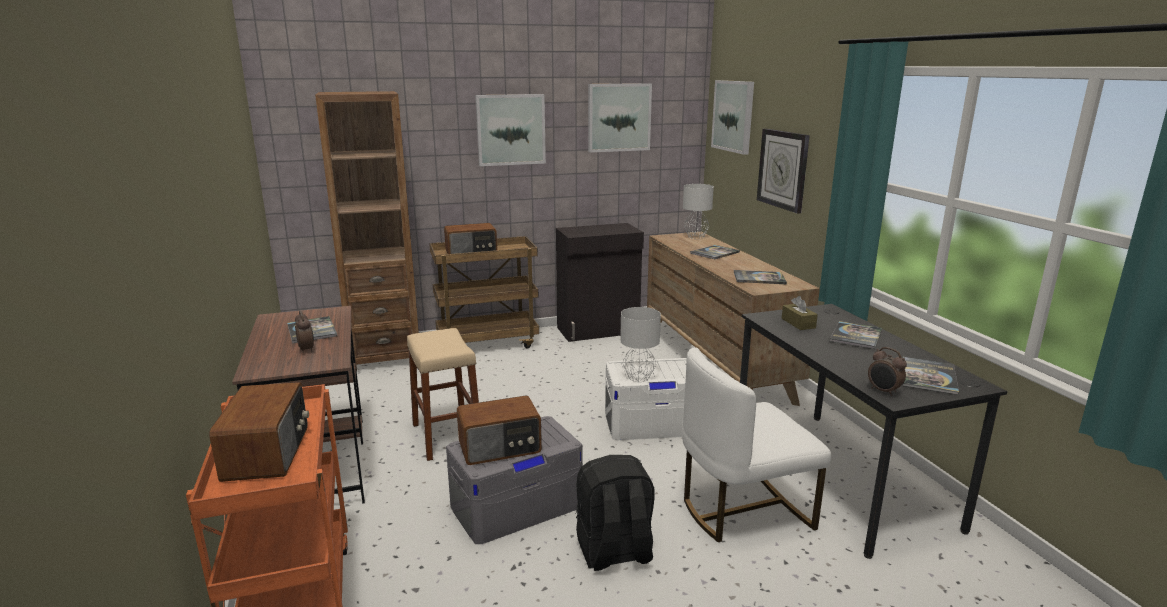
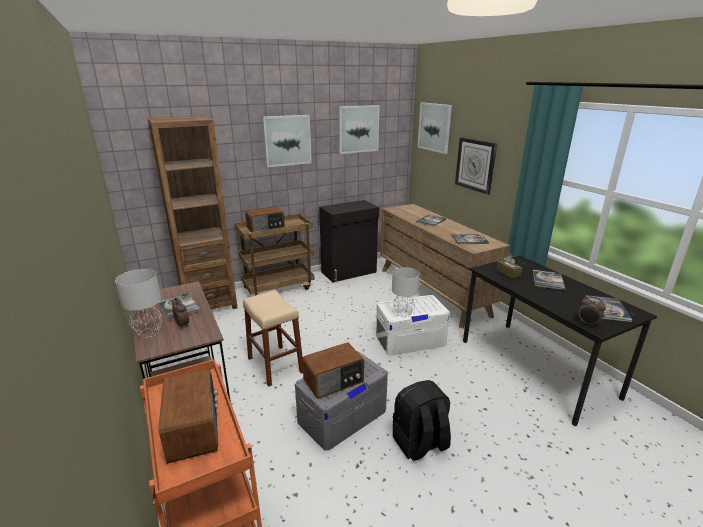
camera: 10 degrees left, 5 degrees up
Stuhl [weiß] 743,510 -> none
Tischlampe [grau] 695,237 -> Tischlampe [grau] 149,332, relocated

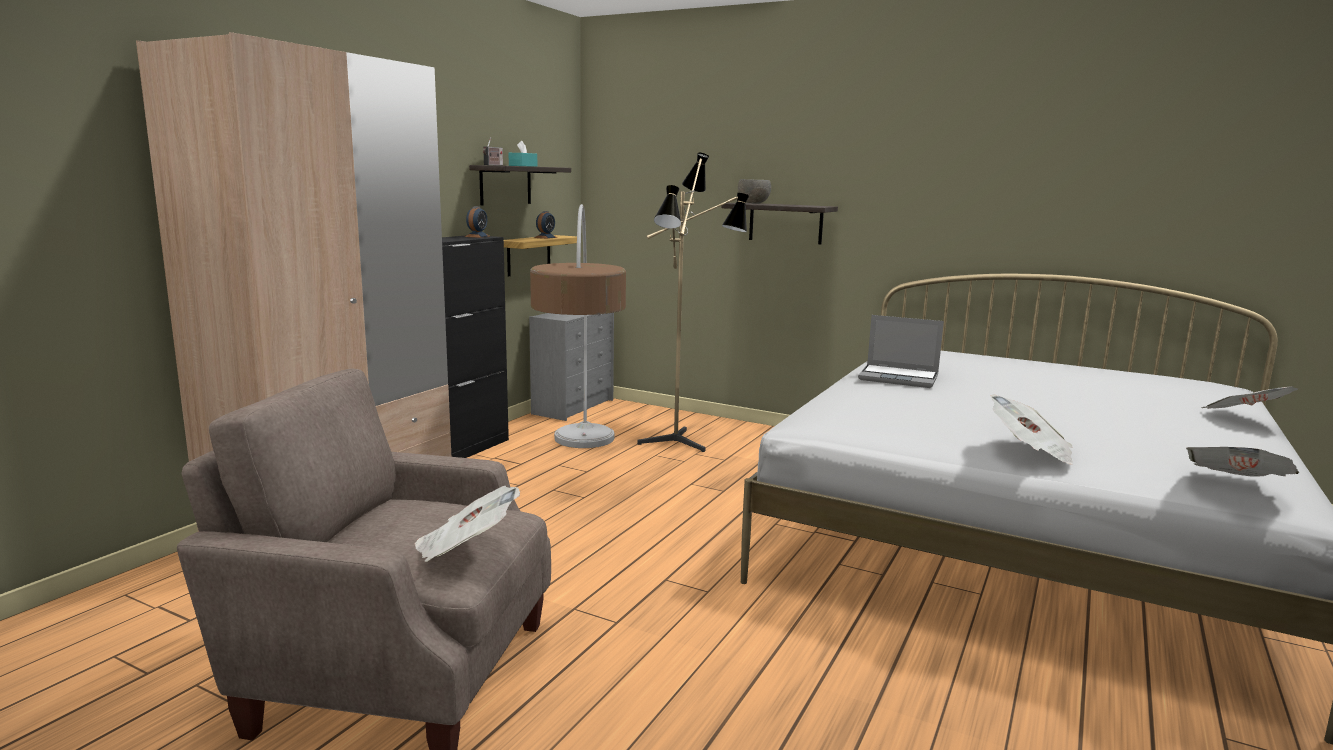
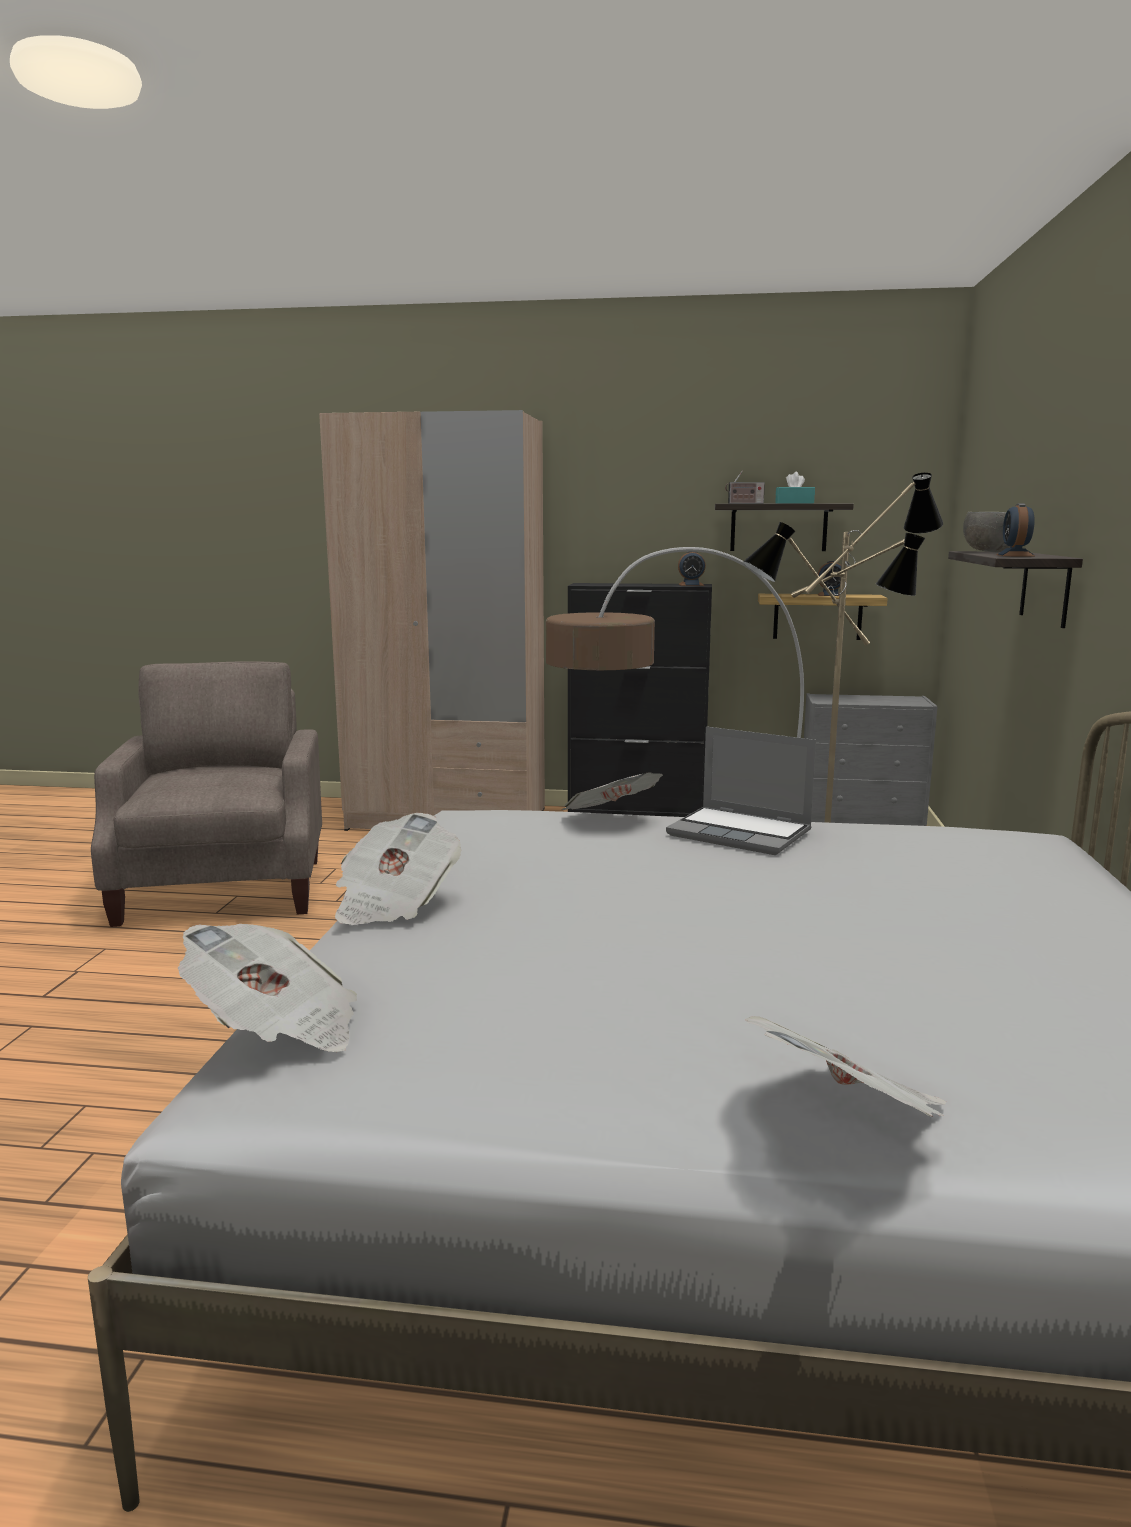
camera: 70 degrees right, 0 degrees up
none -> Wecker 1015,555
Zeitung 466,548 -> Zeitung 610,819, relocated
Laptop 899,378 -> Laptop 741,833, 60 degrees counterclockwise

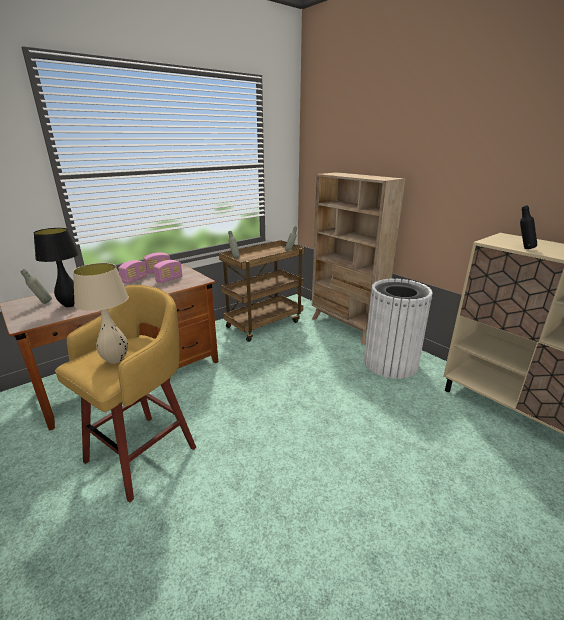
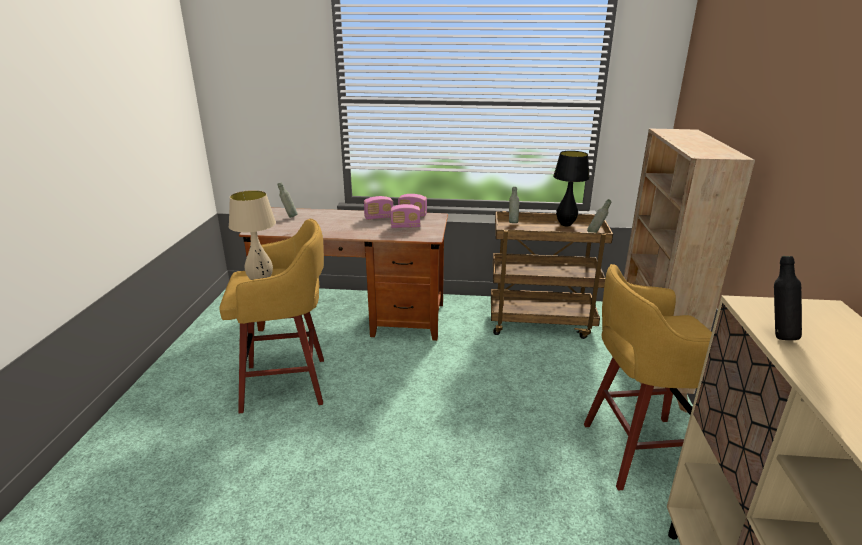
camera: 45 degrees right, 0 degrees up
Tischlampe [schwarz] 70,305 -> Tischlampe [schwarz] 565,224, relocated
Mülleimer [weiß] 390,363 -> Hocker [gelb] 638,451

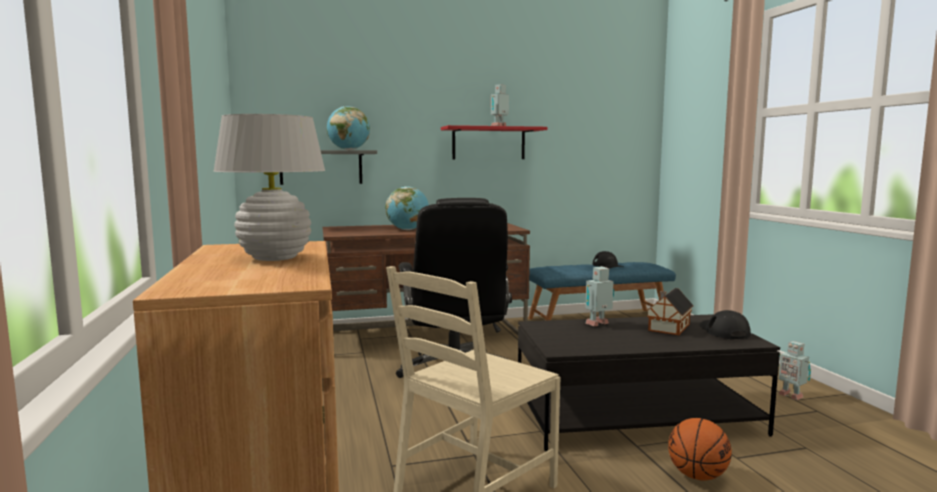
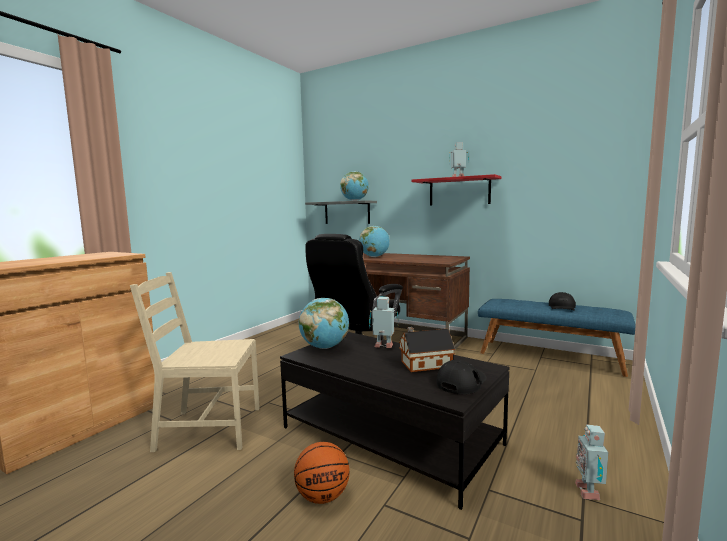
camera: 45 degrees right, 0 degrees up
Tischlampe [weiß] 275,258 -> none
none -> Globus 324,347

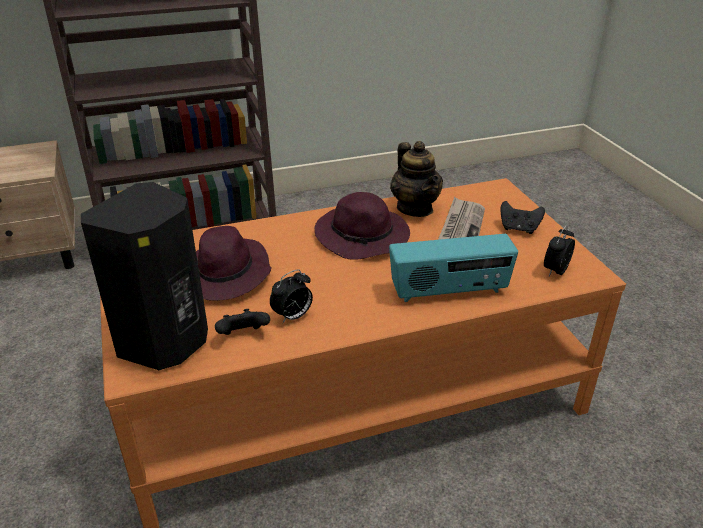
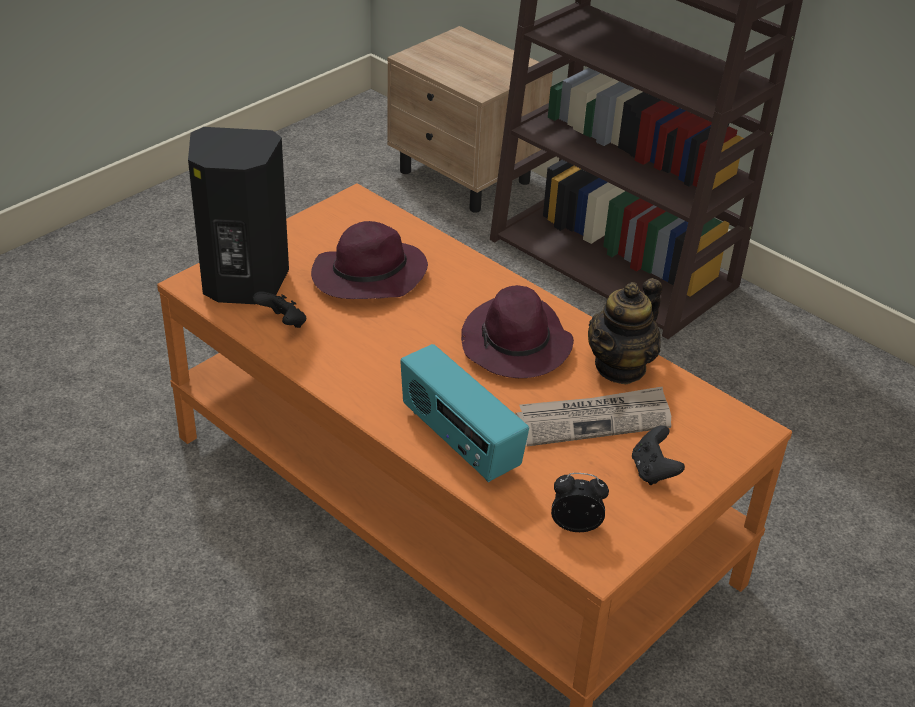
camera: 60 degrees right, 5 degrees up
Wecker 293,316 -> none

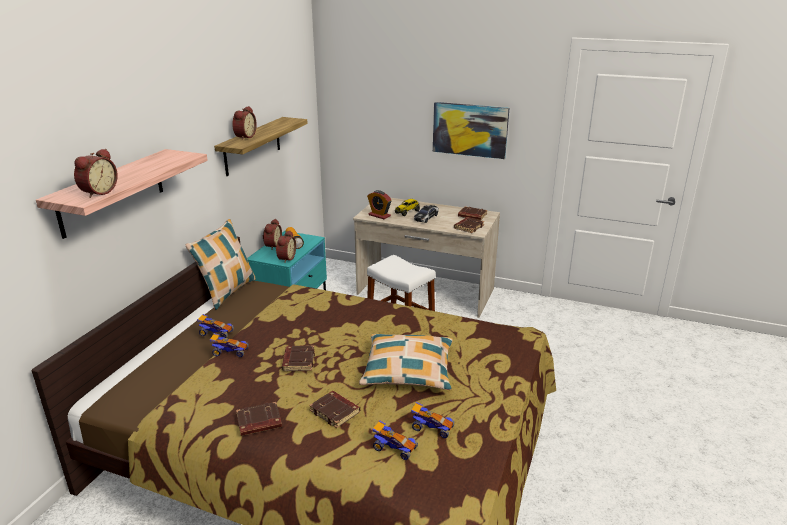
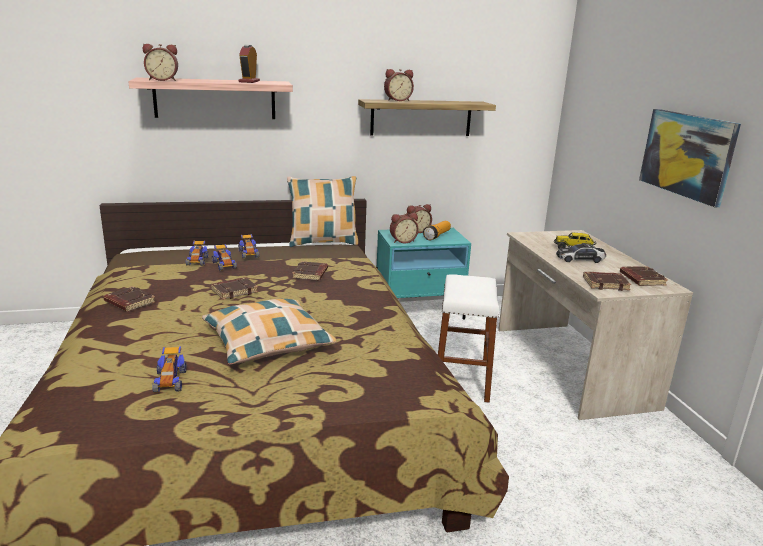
camera: 55 degrees right, 5 degrees down
Buch [braun] 335,412 -> Buch [braun] 310,274, relocated
Wecker 379,215 -> Wecker 249,81, relocated
Spielzeugauto 394,448 -> Spielzeugauto 197,261, relocated

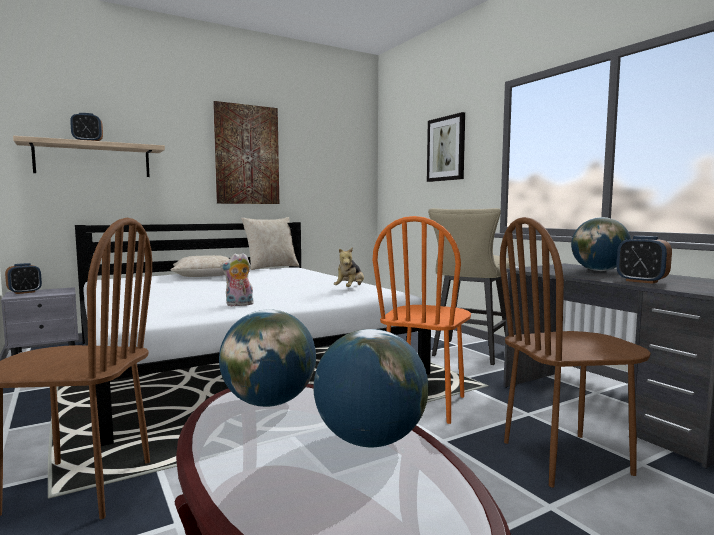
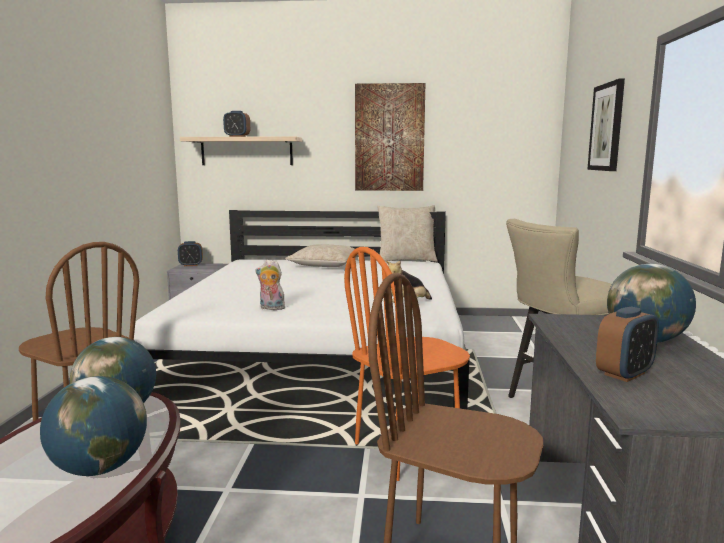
camera: 35 degrees right, 5 degrees up
Wecker 641,281 -> Wecker 624,374, 120 degrees counterclockwise

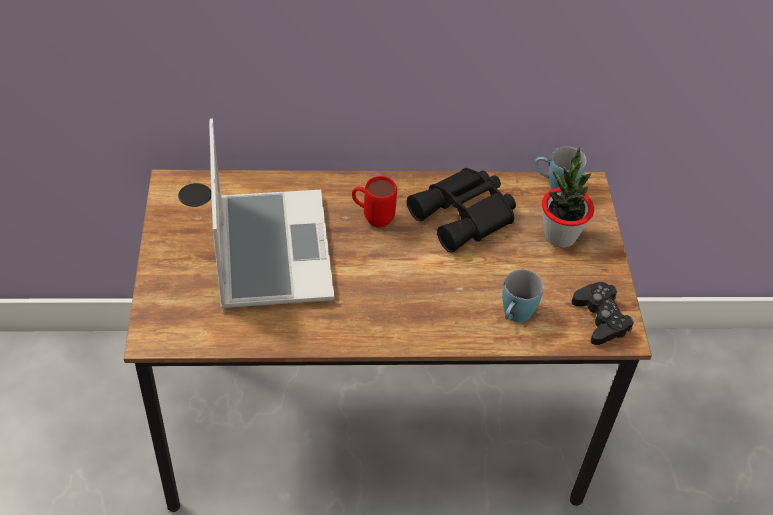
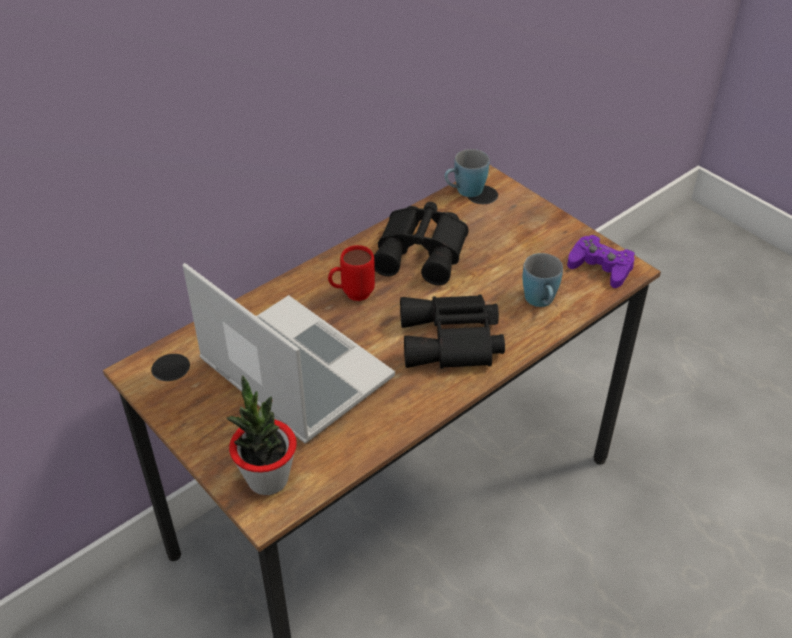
camera: 35 degrees left, 5 degrees down
none -> Fernglas [schwarz] 452,342
Topfpflanze 560,235 -> Topfpflanze 267,479, relocated
Gamepad [schwarz] 600,318 -> Gamepad [lila] 600,267

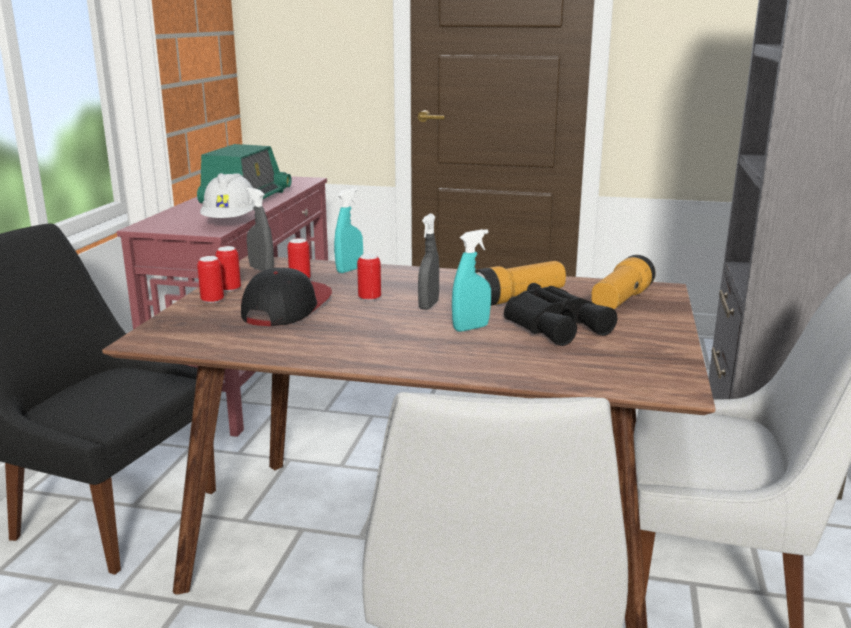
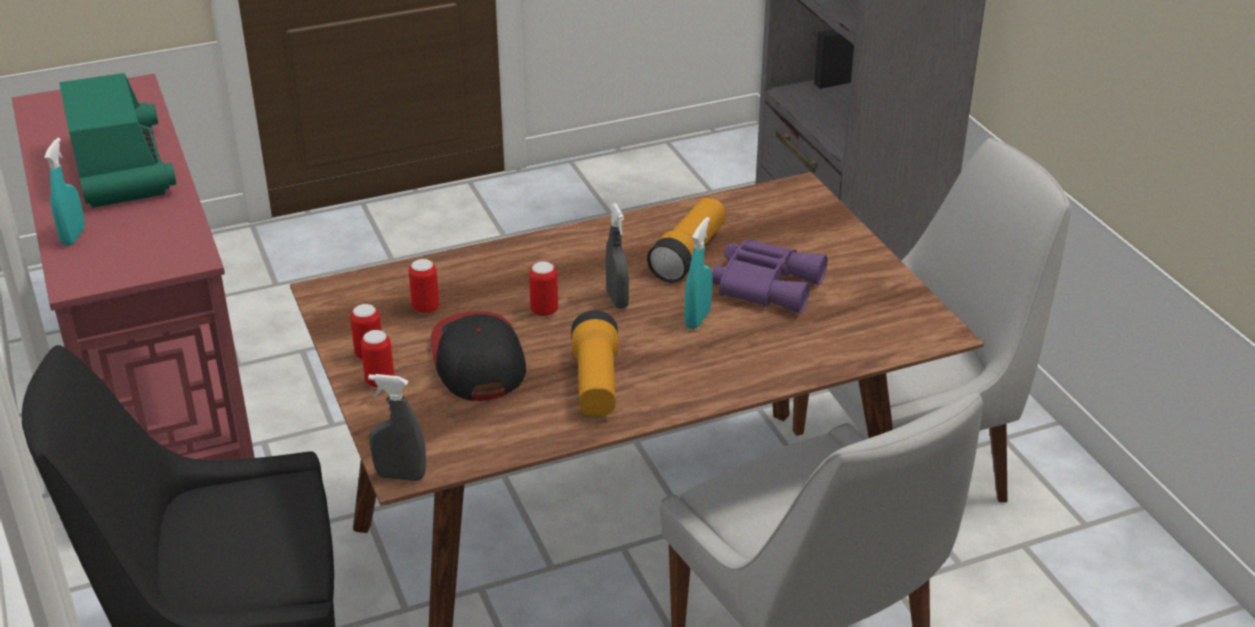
camera: 35 degrees left, 15 degrees up
Schutzhelm [weiß] 231,222 -> none
Sprühflasche [grau] 261,269 -> Sprühflasche [grau] 400,476, relocated
Sprühflasche [türkis] 349,270 -> Sprühflasche [türkis] 73,236, relocated
Taschenlampe 620,301 -> Taschenlampe 596,383, relocated
Fernglas [schwarz] 556,325 -> Fernglas [lila] 766,284

